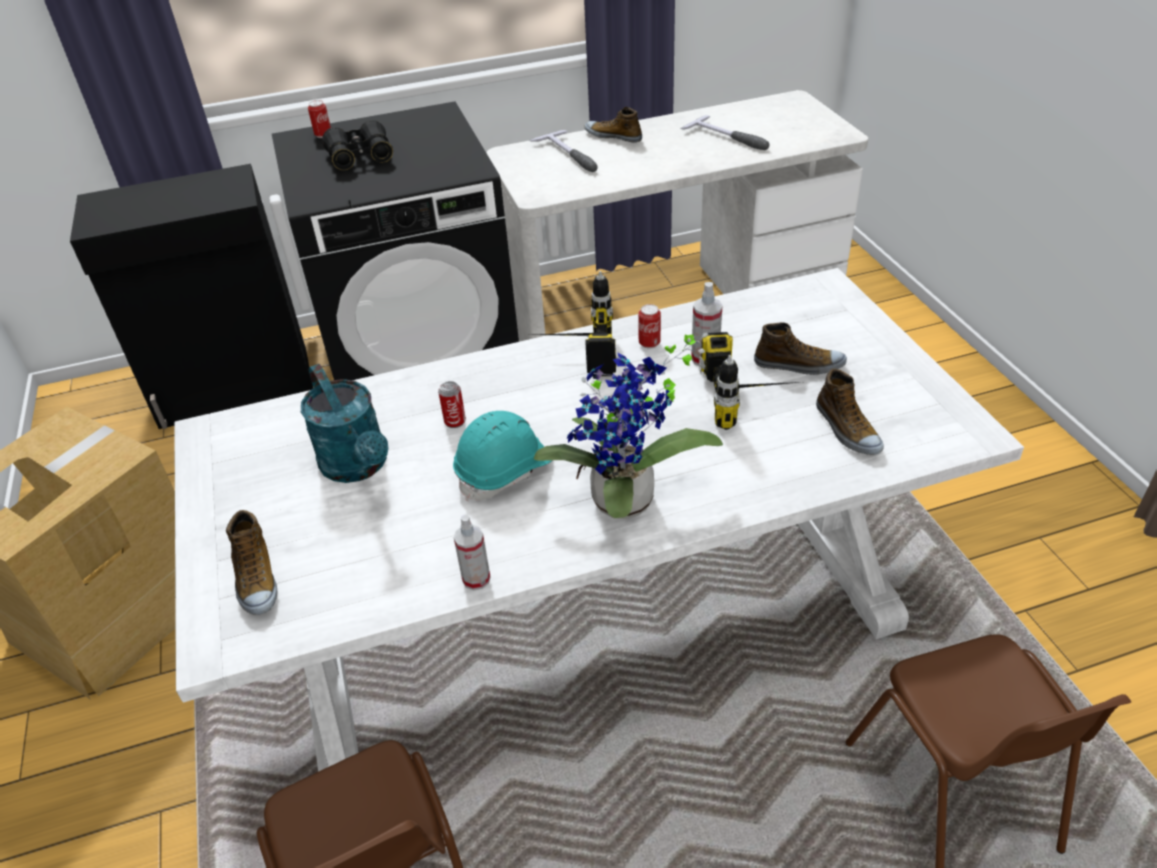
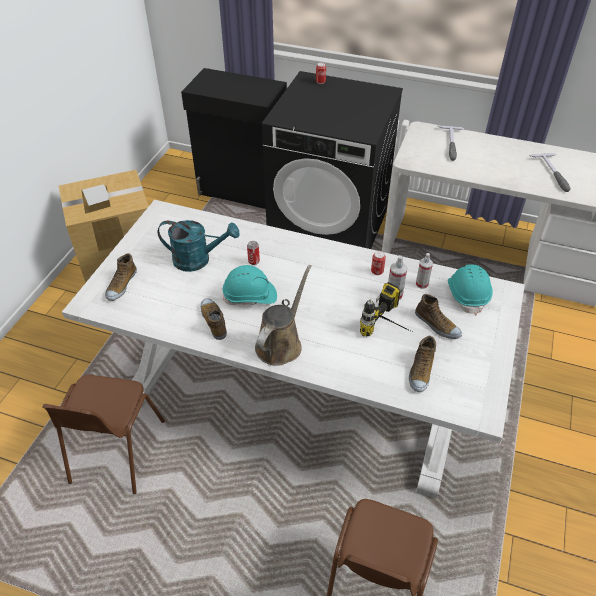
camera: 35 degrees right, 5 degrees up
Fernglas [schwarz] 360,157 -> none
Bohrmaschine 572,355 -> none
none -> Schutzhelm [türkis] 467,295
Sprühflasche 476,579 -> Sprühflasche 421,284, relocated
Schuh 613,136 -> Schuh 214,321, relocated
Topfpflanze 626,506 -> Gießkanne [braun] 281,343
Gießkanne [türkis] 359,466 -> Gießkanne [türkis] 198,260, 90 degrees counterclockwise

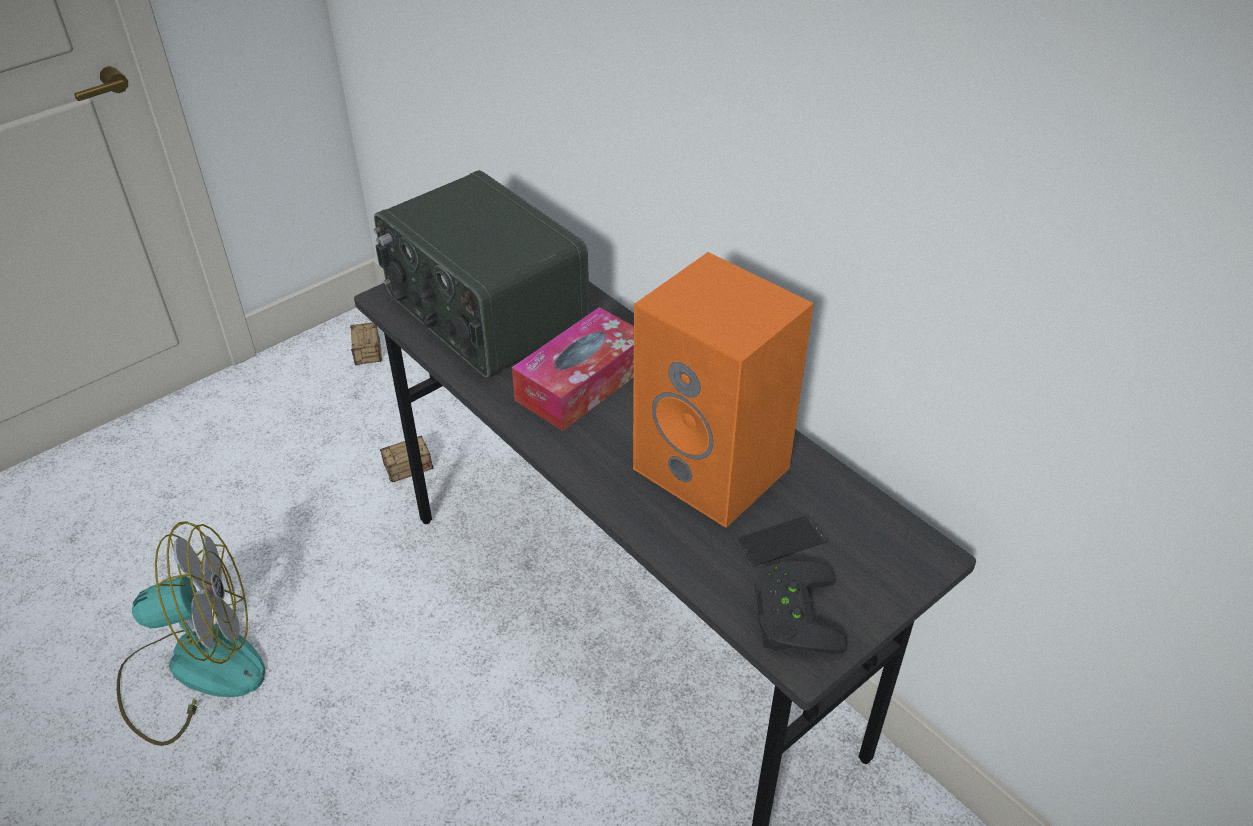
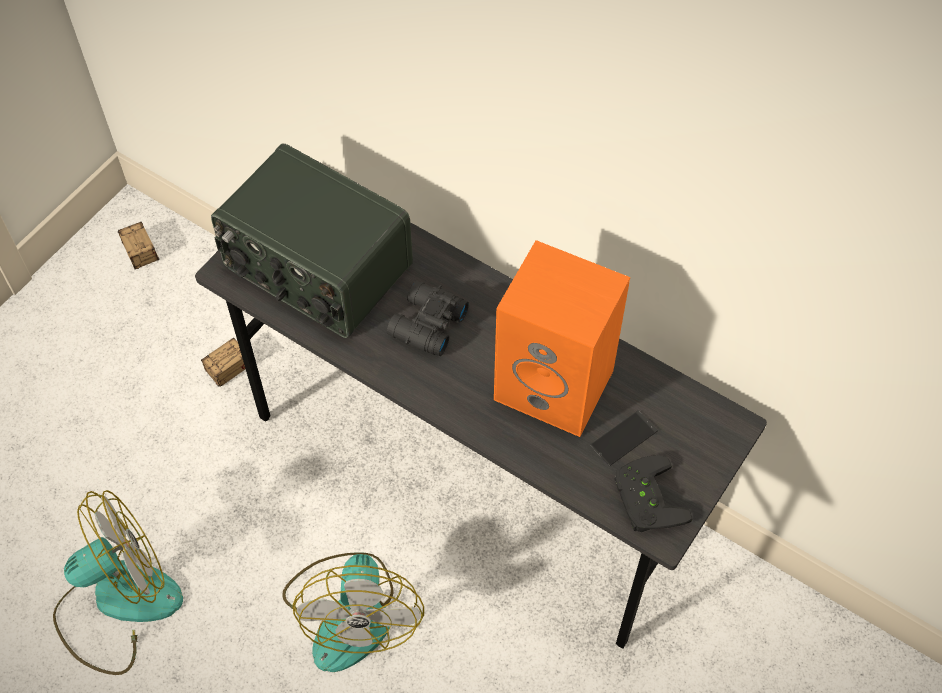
camera: 15 degrees left, 15 degrees up
none -> Ventilator 352,612
Taschentuchbox 582,383 -> Fernglas [schwarz] 425,325

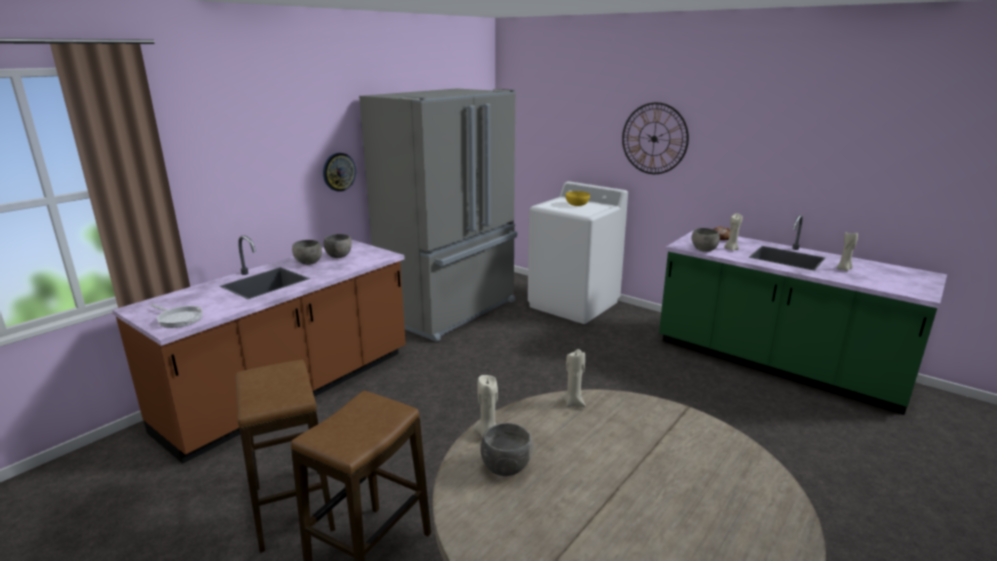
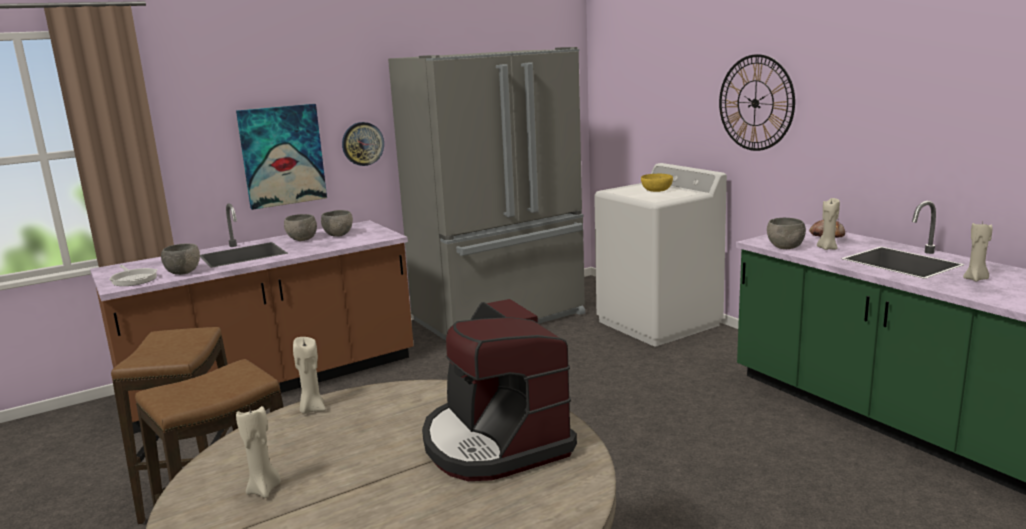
camera: 20 degrees right, 5 degrees down
none -> Bild 282,155
none -> Kaffeemaschine 495,442
Schüssel [grau] 505,468 -> Schüssel [grau] 183,273, relocated
Kerze [beige] 573,402 -> Kerze [beige] 264,489, relocated

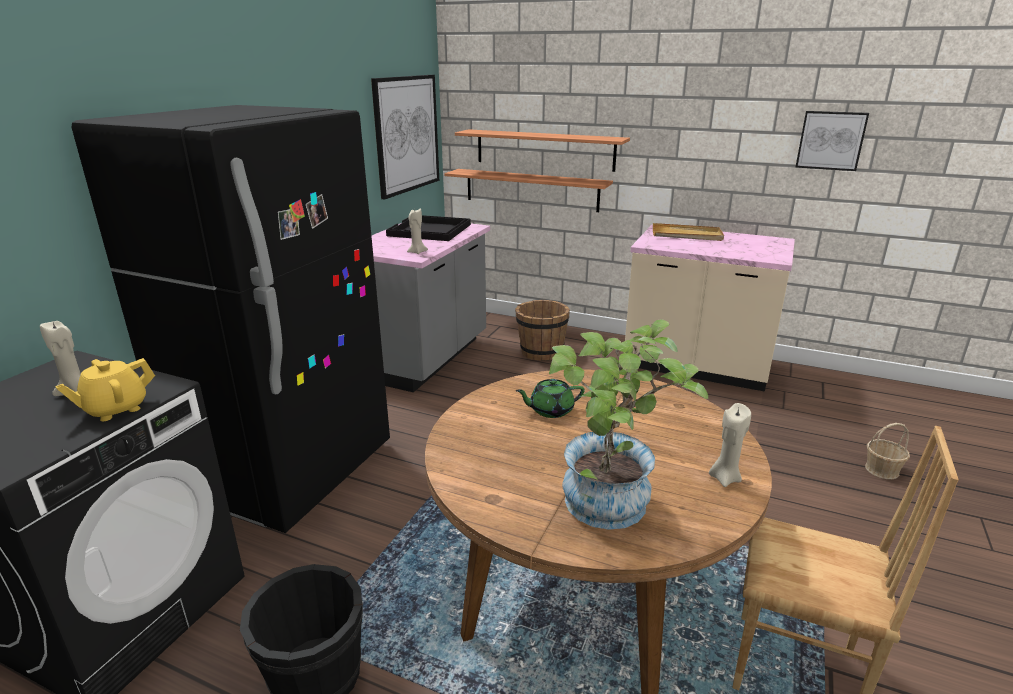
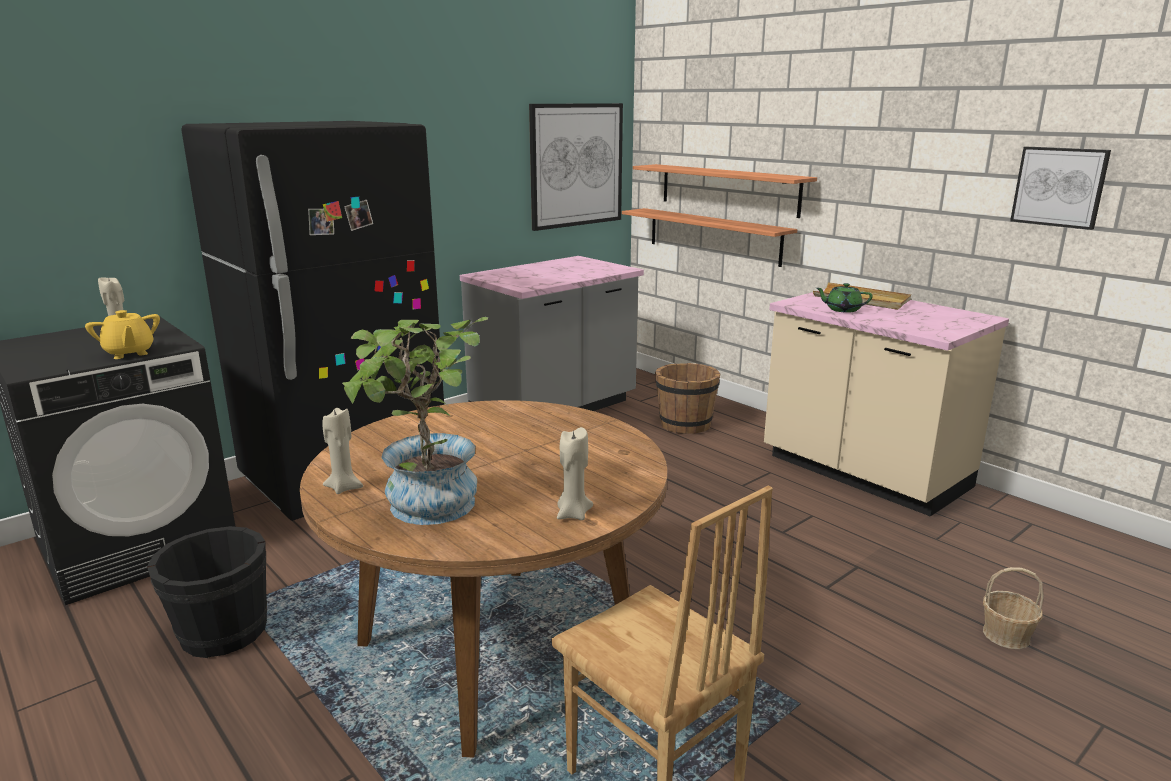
camera: 25 degrees right, 5 degrees down
Tablett [schwarz] 430,230 -> none
Kerze [beige] 417,252 -> Kerze [beige] 344,487, relocated
Teekanne [grün] 550,410 -> Teekanne [grün] 842,309, relocated
Teekanne [gelb] 115,409 -> Teekanne [gelb] 129,353, 105 degrees counterclockwise

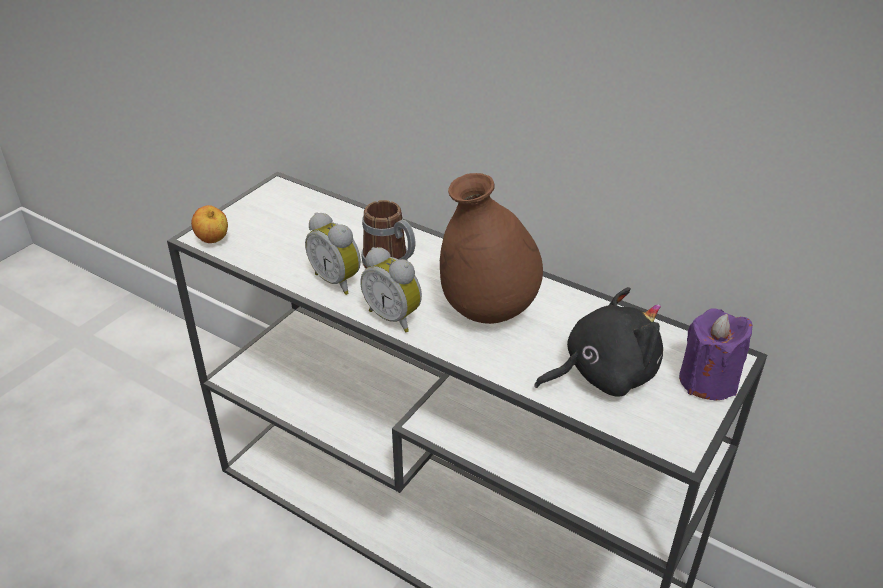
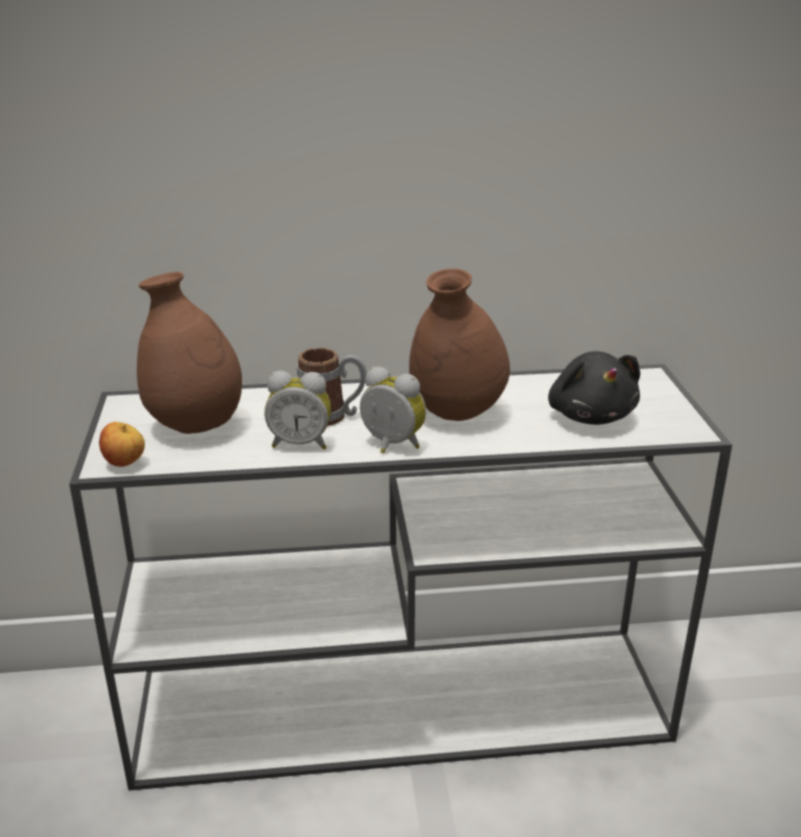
camera: 40 degrees left, 10 degrees down
Kerze [lila] 708,381 -> none
none -> Vase [braun] 195,426
Wecker 395,317 -> Wecker 390,446, 150 degrees counterclockwise
Plüschtier [schwarz] 603,374 -> Plüschtier [schwarz] 590,415, 135 degrees clockwise

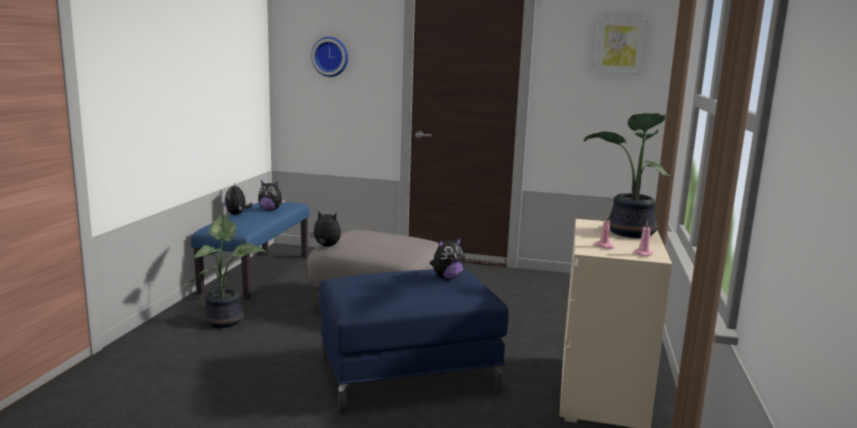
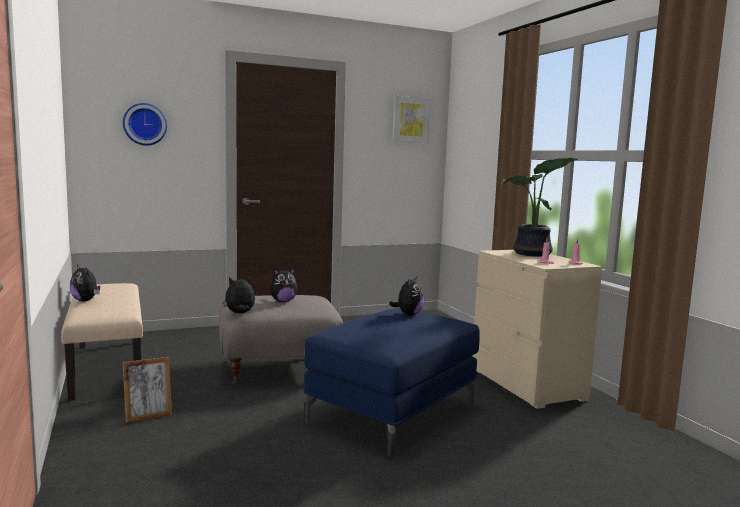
camera: 35 degrees left, 5 degrees down
Plüschtier 271,210 -> Plüschtier 283,301, relocated
Topfpflanze 225,320 -> Bilderrahmen 148,416
Bank [blau] 256,273 -> Bank [beige] 106,367

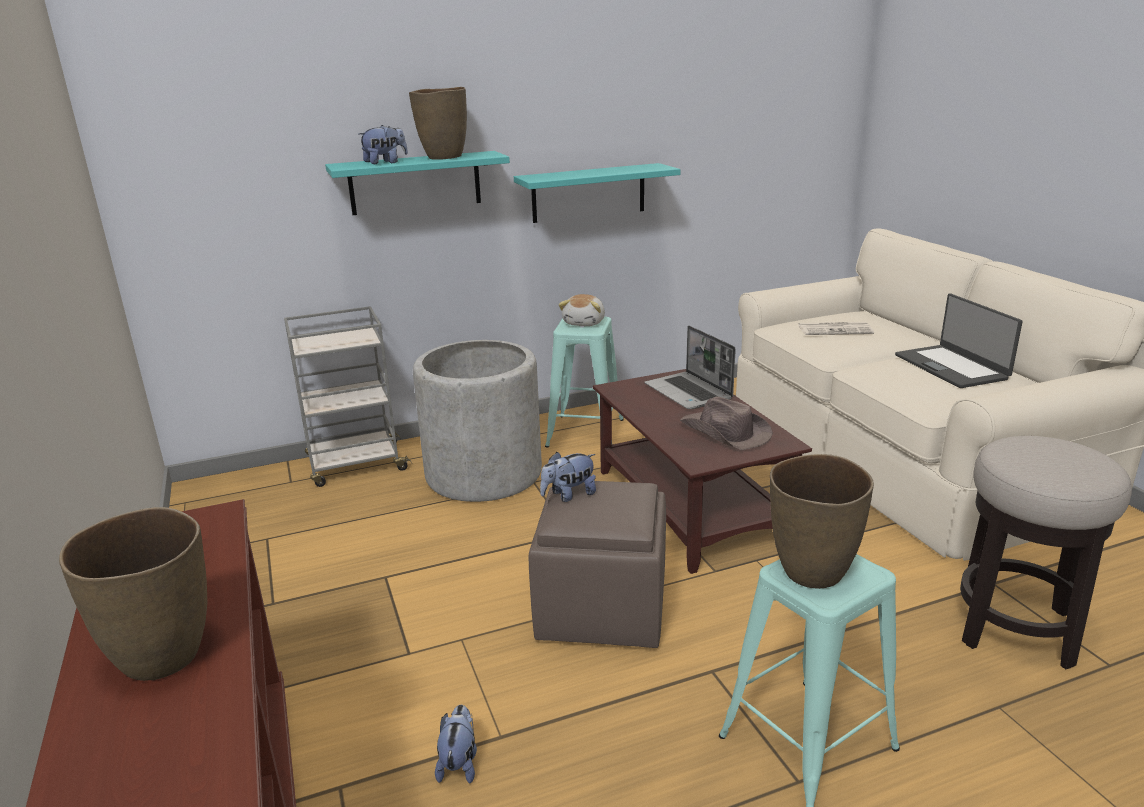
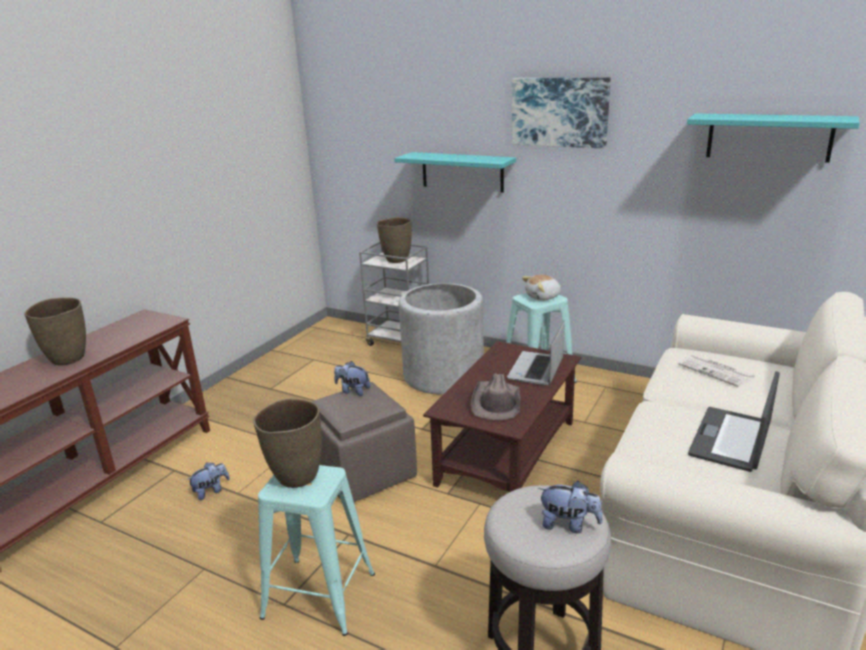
camera: 50 degrees right, 0 degrees up
none -> Bild 560,112
Plüschtier 385,163 -> Plüschtier 569,525, relocated
Vase [braun] 443,157 -> Vase [braun] 396,260, relocated
Wandregal [türkis] 588,193 -> Wandregal [türkis] 768,137, relocated

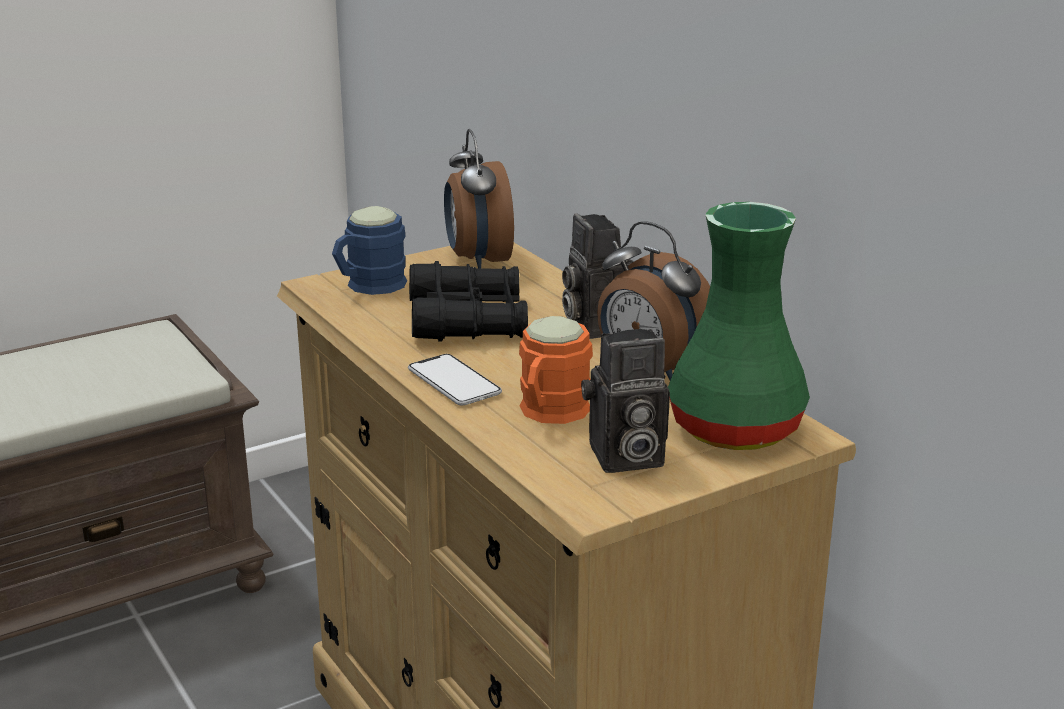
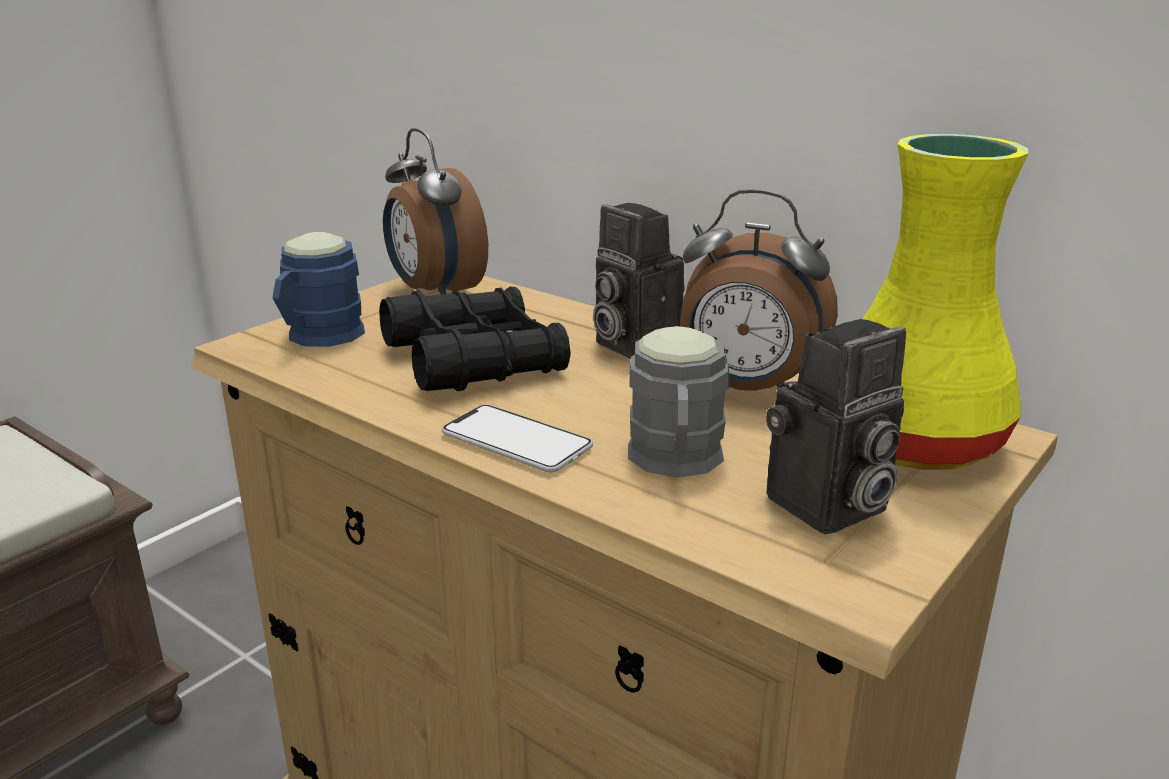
camera: 20 degrees left, 0 degrees up
Henkelbecher [orange] 550,413 -> Henkelbecher [grau] 676,462
Vase [grün] 738,428 -> Vase [gelb] 916,440

